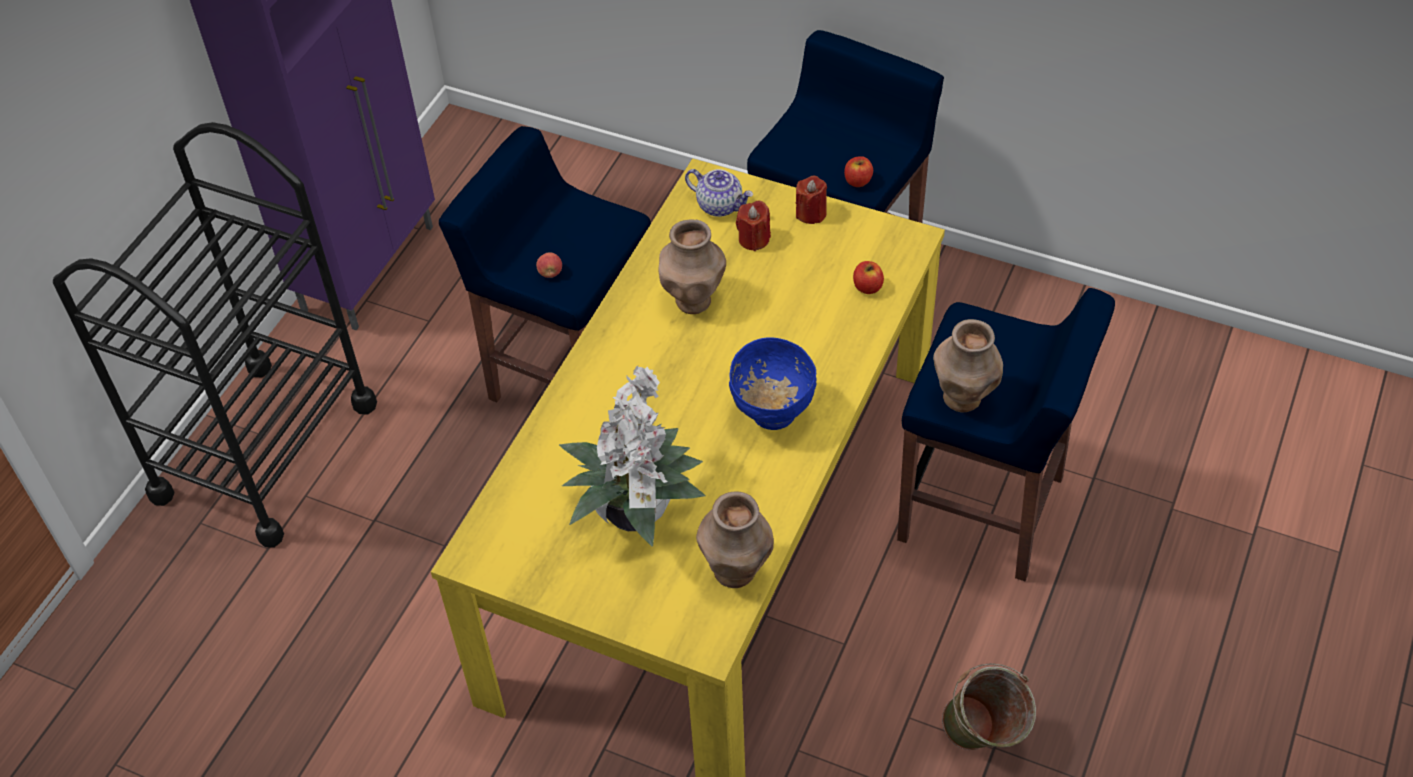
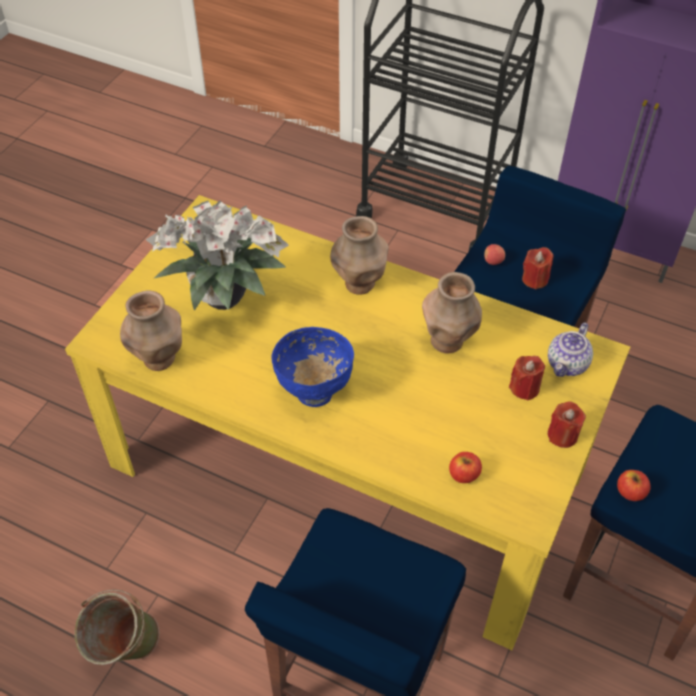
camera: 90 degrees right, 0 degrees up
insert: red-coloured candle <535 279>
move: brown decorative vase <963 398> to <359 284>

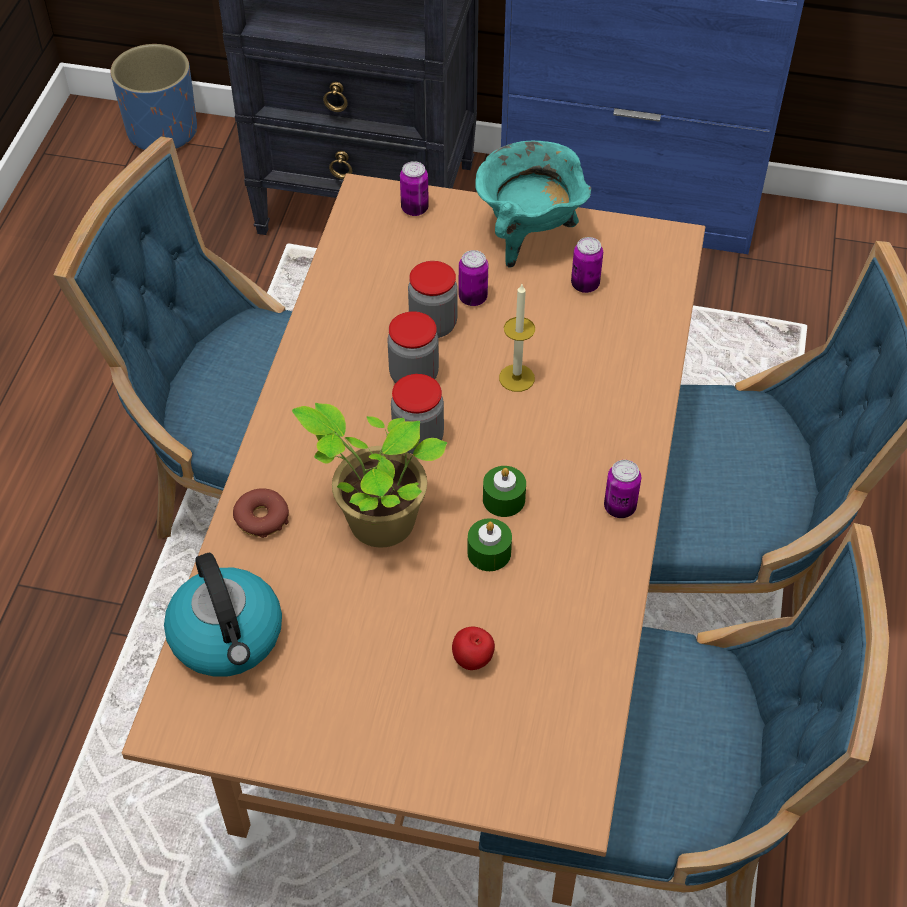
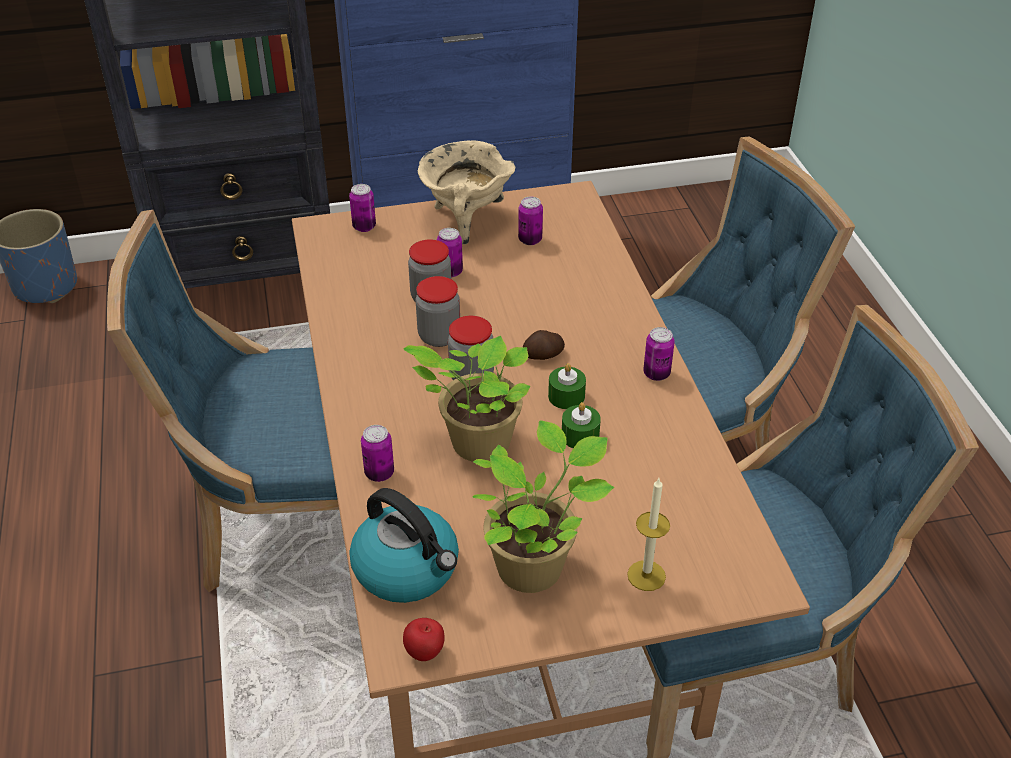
camera: 25 degrees left, 10 degrees down
insert: potted plant <534 566>; spud <543 355>
move: apple <473 660> to <425 652>; candle <516 378> to <646 575>
replace: doughnut <261 518> to sealed can <379 473>
recolor: blue-green stockpot <528 236> to beige-coloured stockpot <466 221>

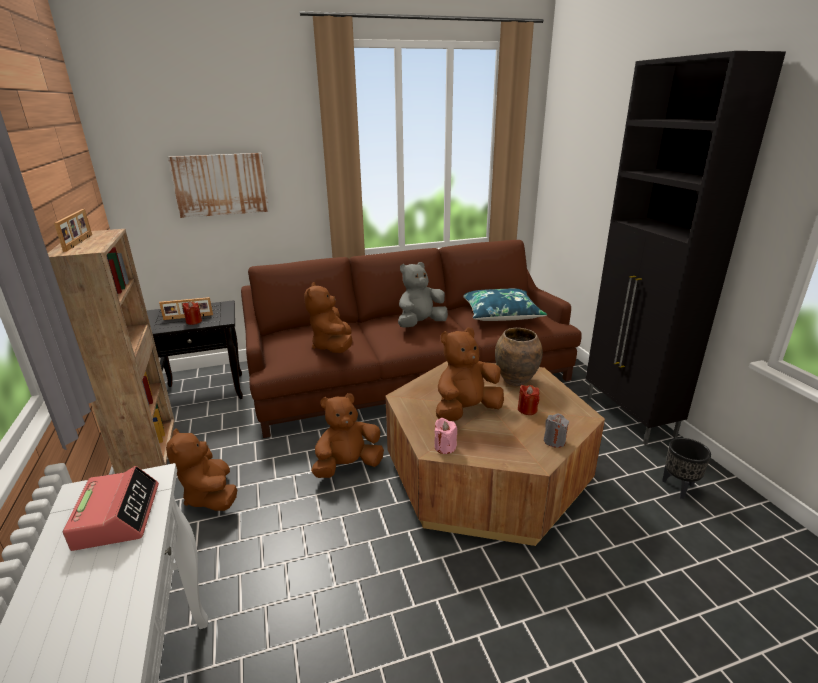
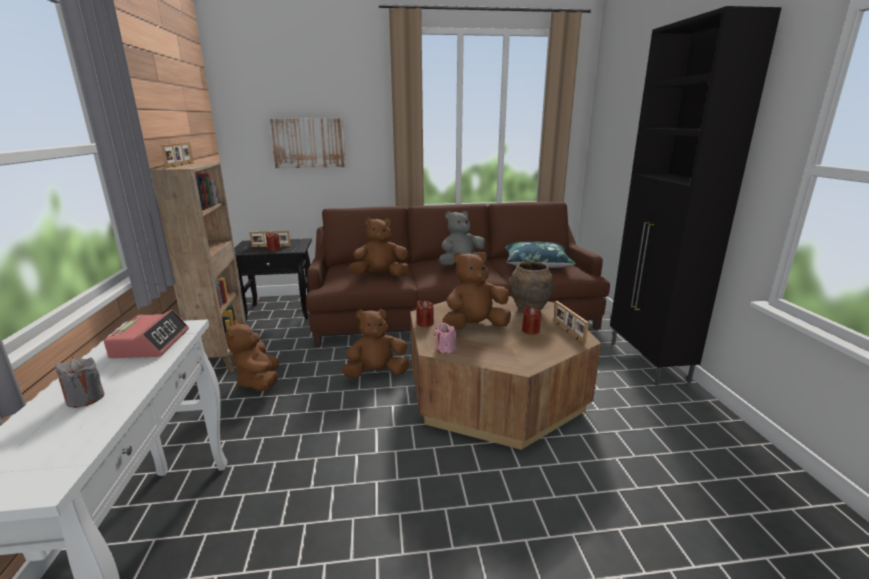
camera: 10 degrees right, 5 degrees down
delete: black-coloured flower pot <679 487>
insert: red-coloured candle <425 323>; picture frame <568 331>
move: gray candle <554 441> to <85 398>
rotate: brown plush toy <333 347> = <380 276> 75 degrees clockwise

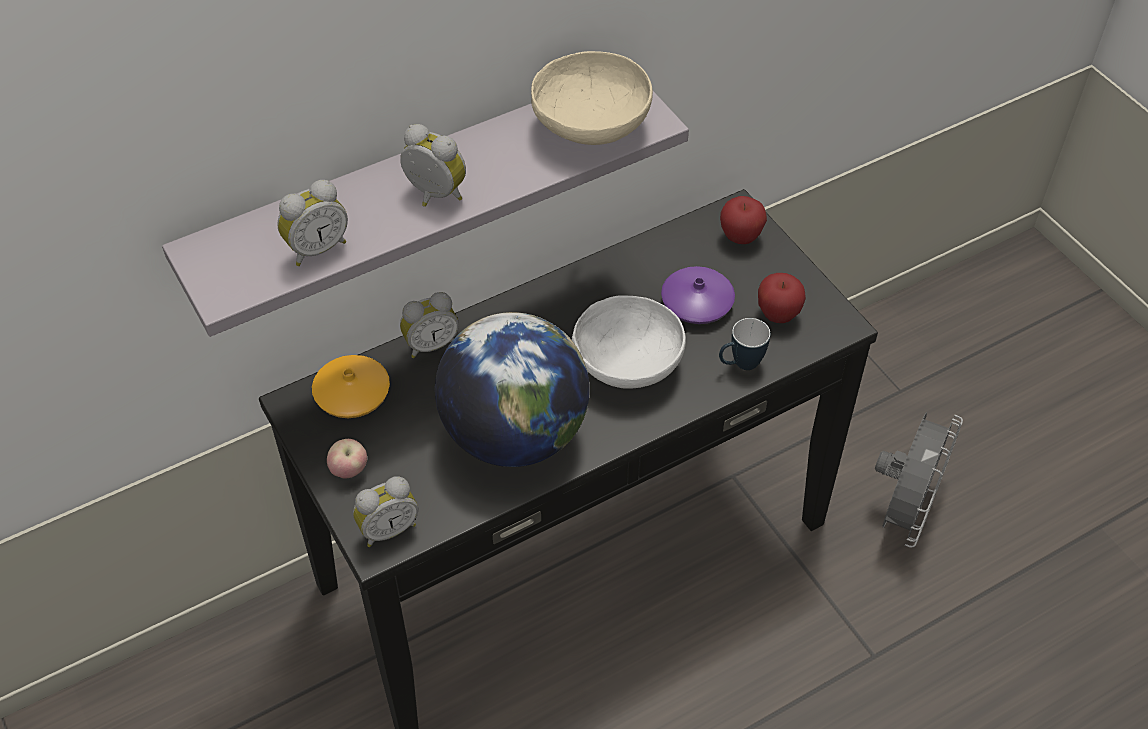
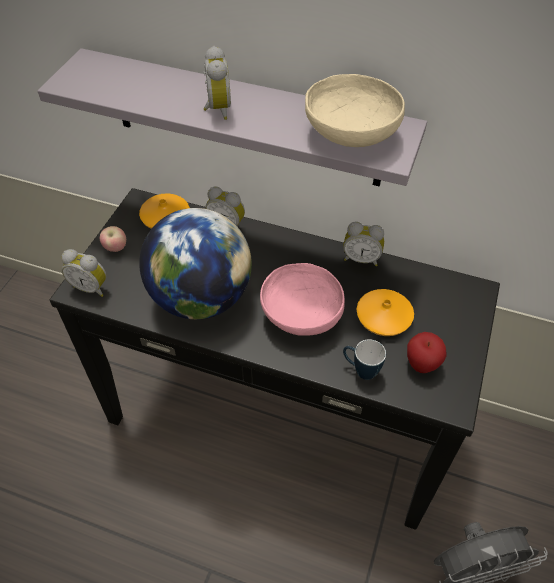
camera: 50 degrees right, 0 degrees up
delete: apple <740 237>
move: alarm clock <316 248> to <361 258>
recolor: white-coloured serving bowl <627 365> to pinkish serving bowl <300 315>; purple-coloured decorative vase <697 303> to orange decorative vase <383 317>

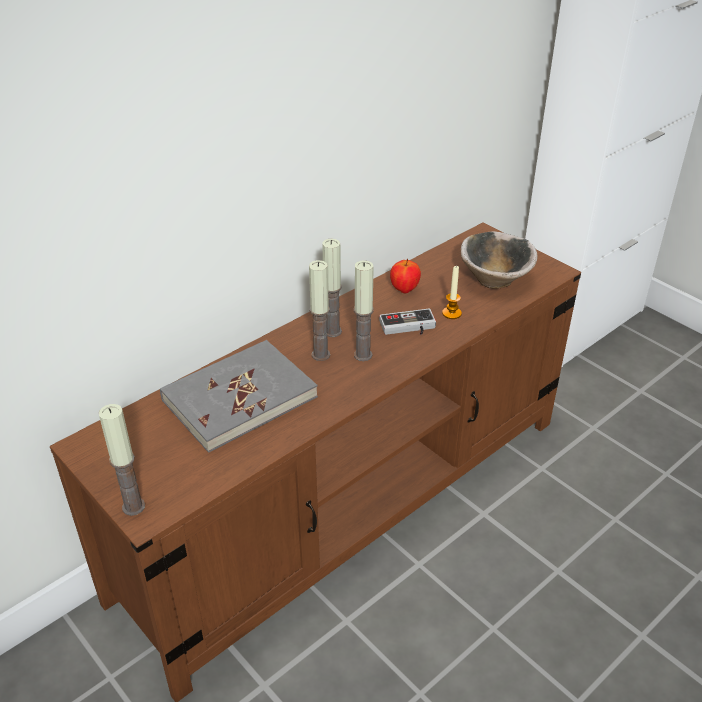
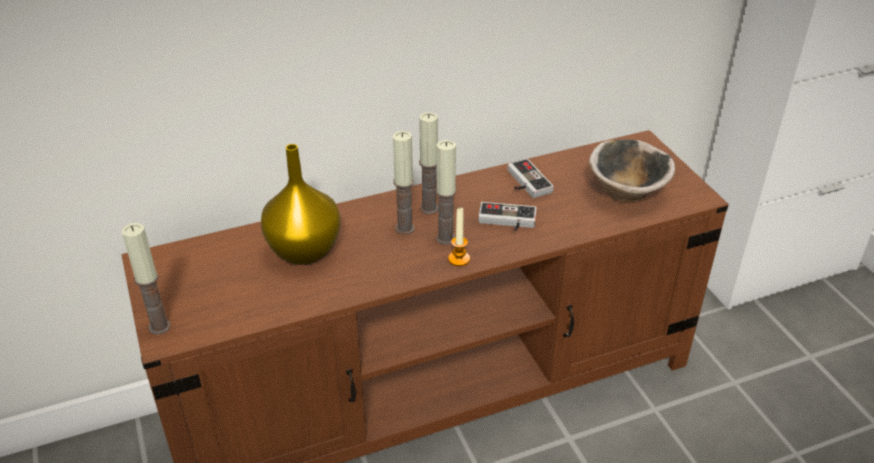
camera: 20 degrees right, 0 degrees up
move: candle <451 313> to <459 259>
replace: gray book <239 398> to yellow-coloured decorative vase <305 251>; apple <404 290> to gamepad <524 182>

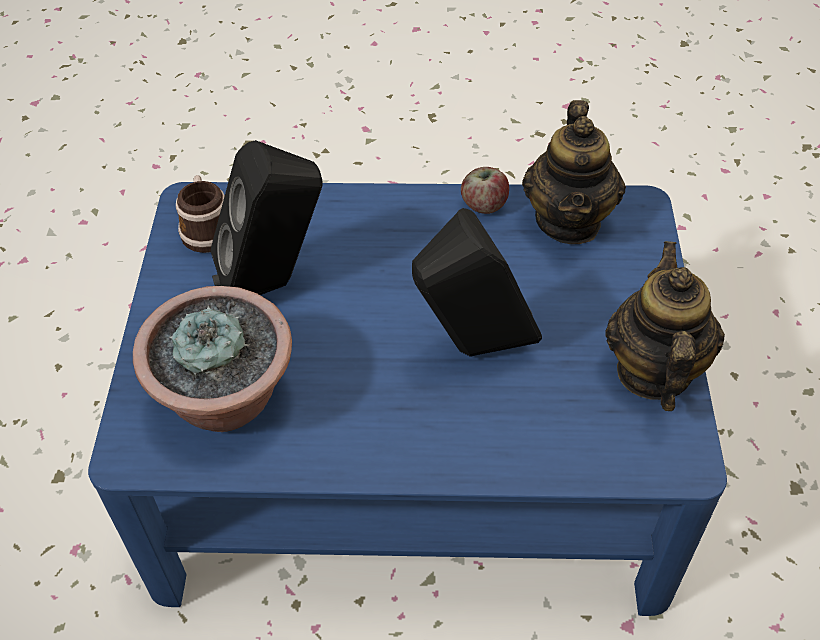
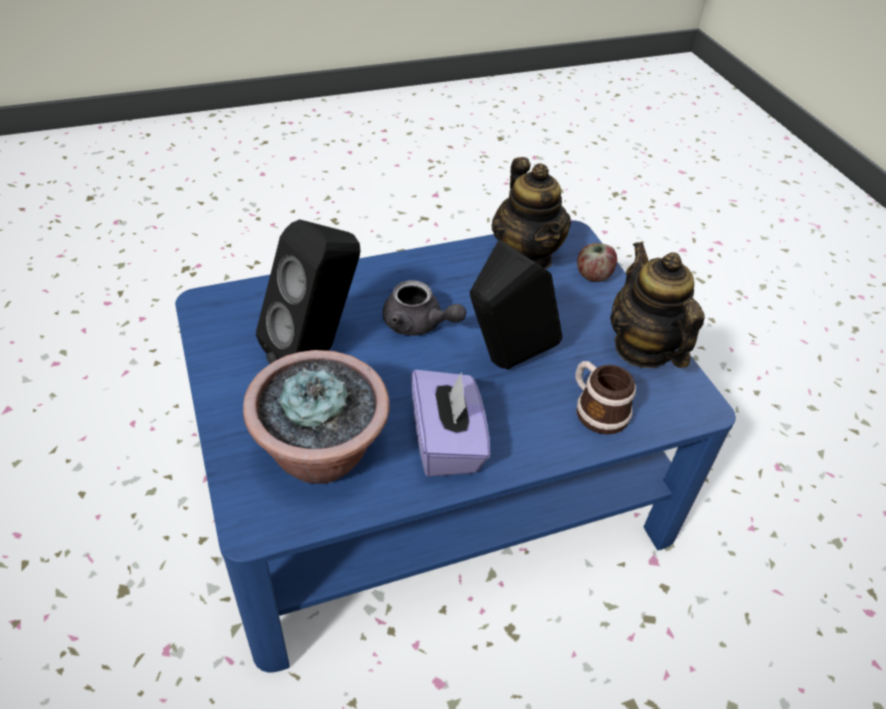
camera: 25 degrees left, 5 degrees down
insert: gray pot for tea <418 325>; purple-coloured tissue holder <447 442>
move: coffee mug <207 228> to <596 409>; apple <484 205> to <593 275>

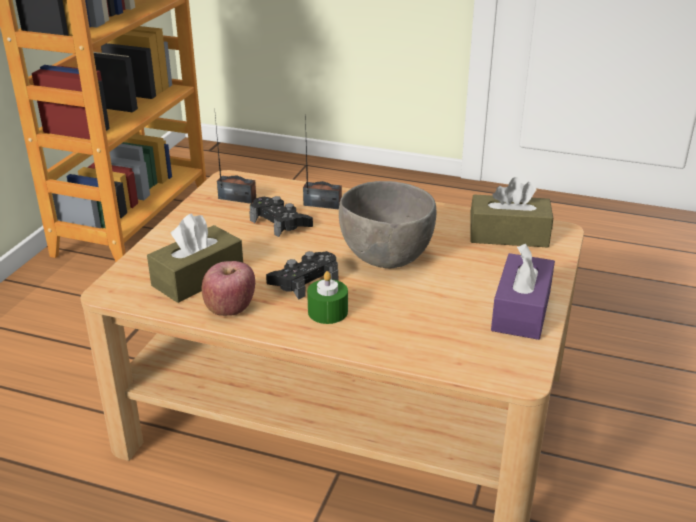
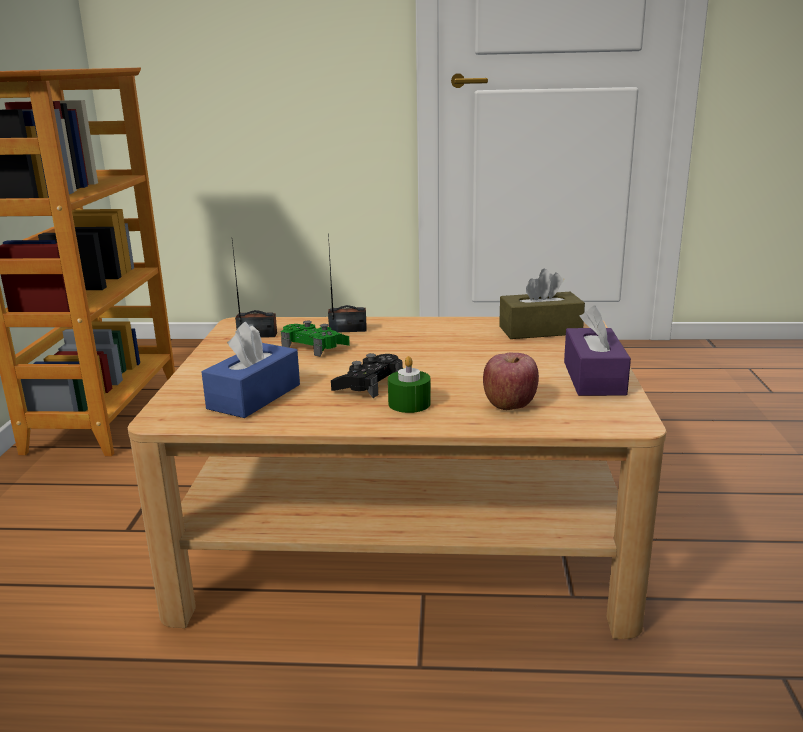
camera: 15 degrees left, 10 degrees down
delete: gray serving bowl <385 257>
move: apple <230 308> to <509 404>
recolor: brown tissue holder <198 278> to blue-coloured tissue holder <254 396>; black-coloured gamepad <280 223> to green gamepad <314 347>

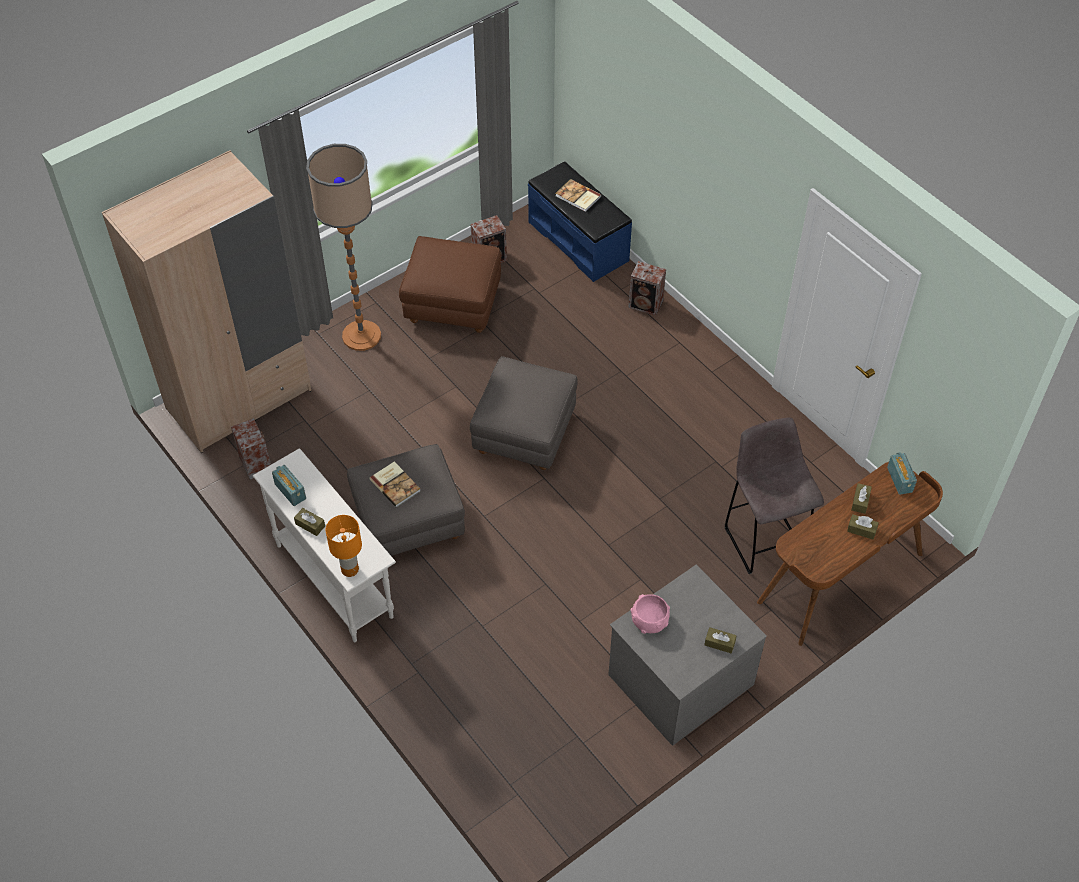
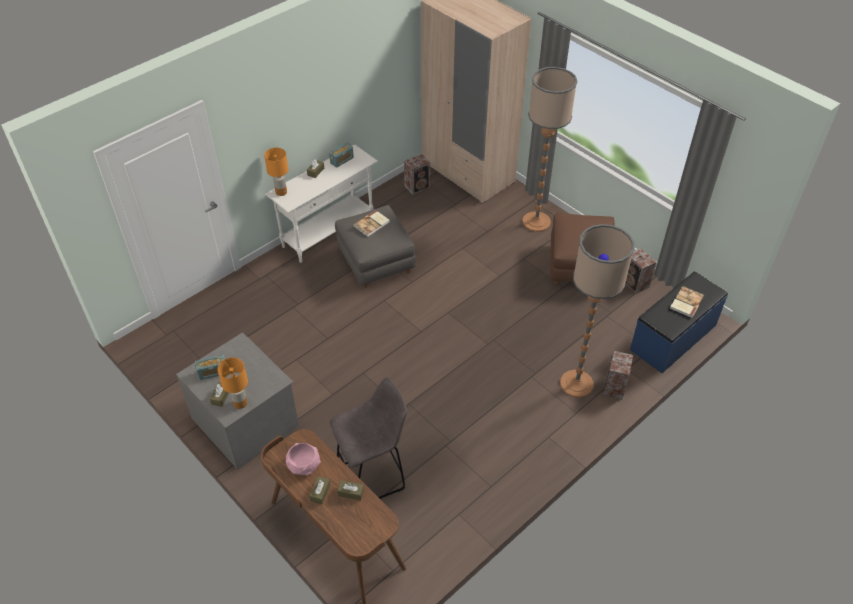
camera: 85 degrees right, 5 degrees down
delete: gray ottoman <525 434>
insert: orange lamp for a table <240 403>; standard lamp <576 384>
move: pinkish serving bowl <649 619> to <303 464>; radio receiver <899 479> to <213 372>

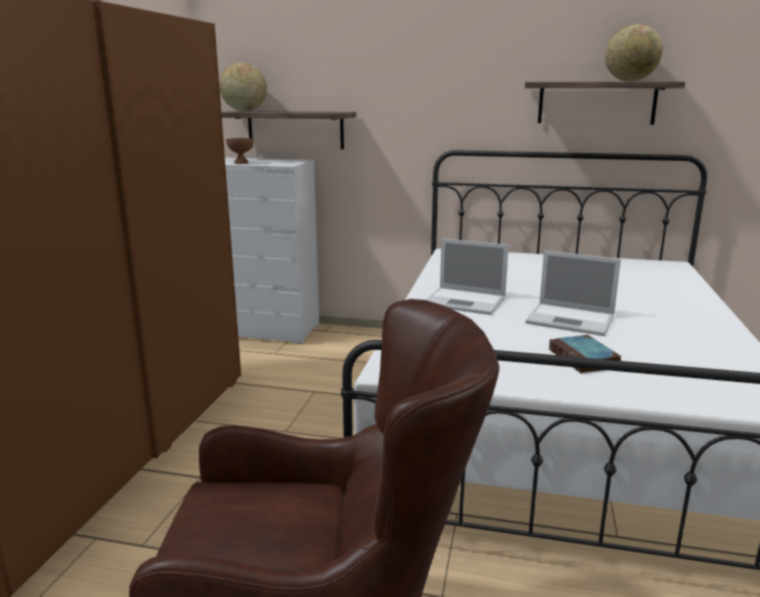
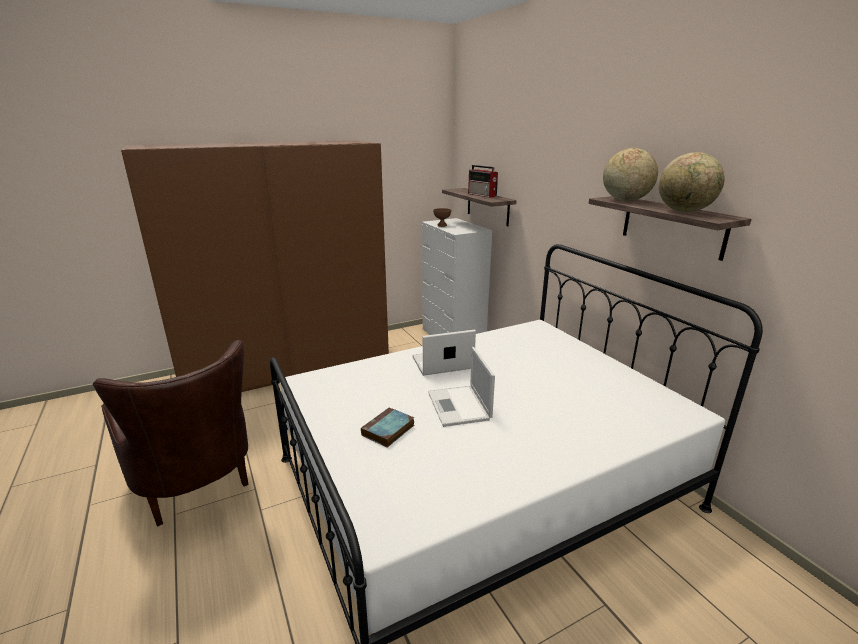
camera: 50 degrees right, 5 degrees up
insert: radio receiver <482 195>
move: globe <244 111> to <625 200>
rotate: portable computer <466 302> = <441 363> 90 degrees clockwise

